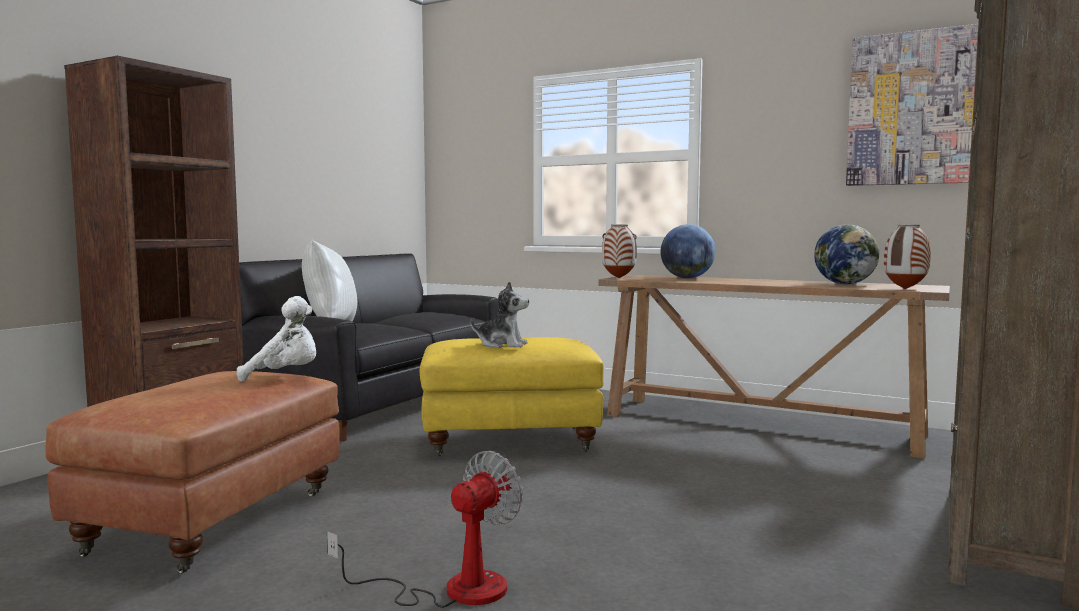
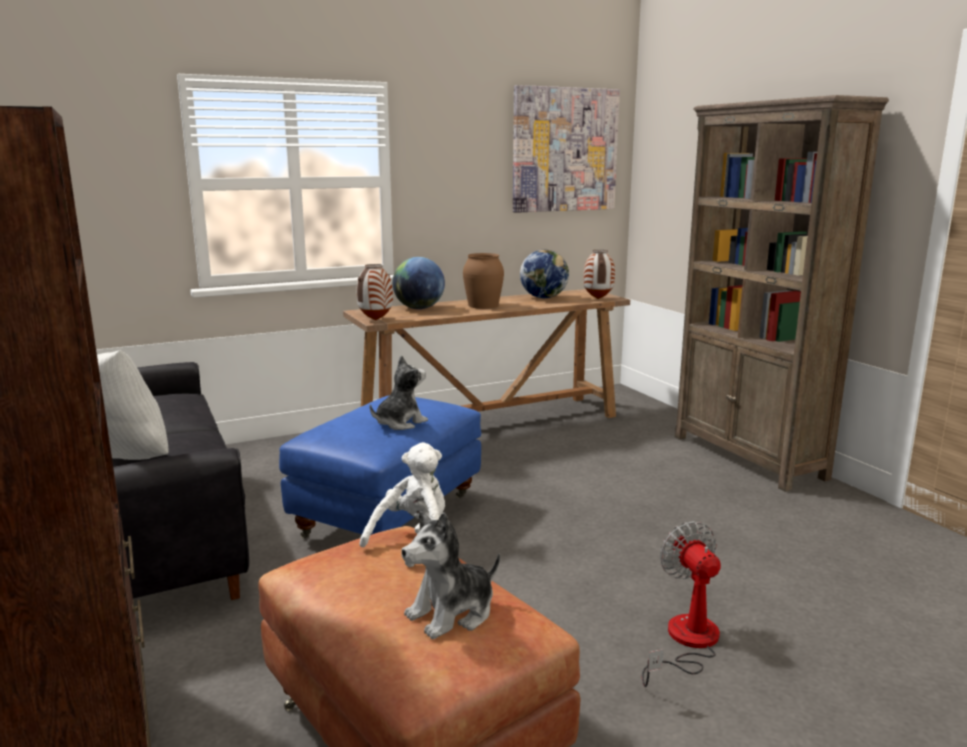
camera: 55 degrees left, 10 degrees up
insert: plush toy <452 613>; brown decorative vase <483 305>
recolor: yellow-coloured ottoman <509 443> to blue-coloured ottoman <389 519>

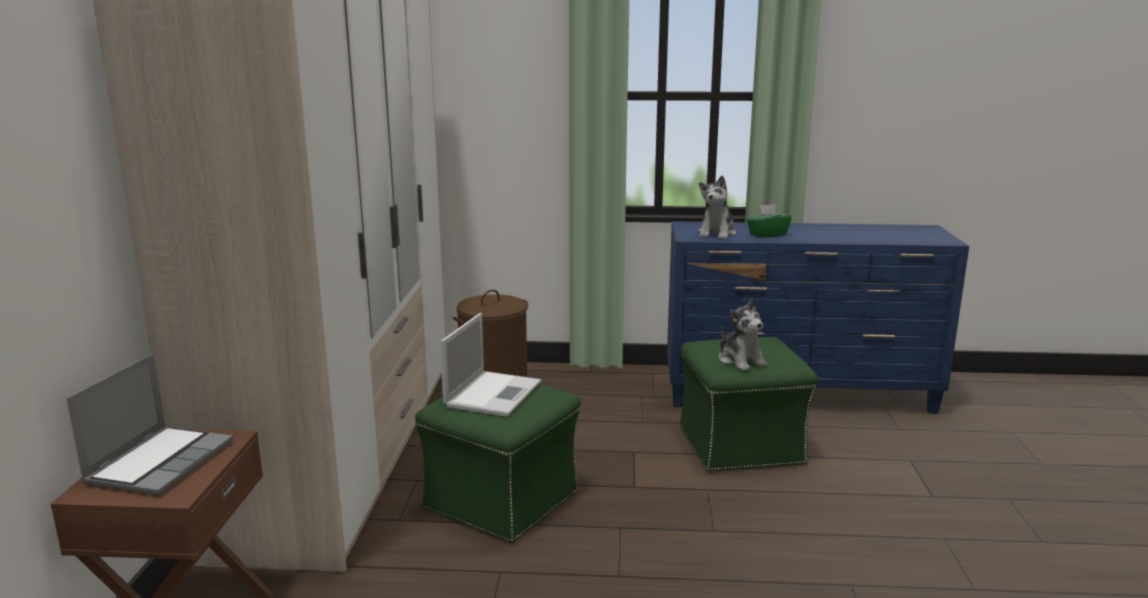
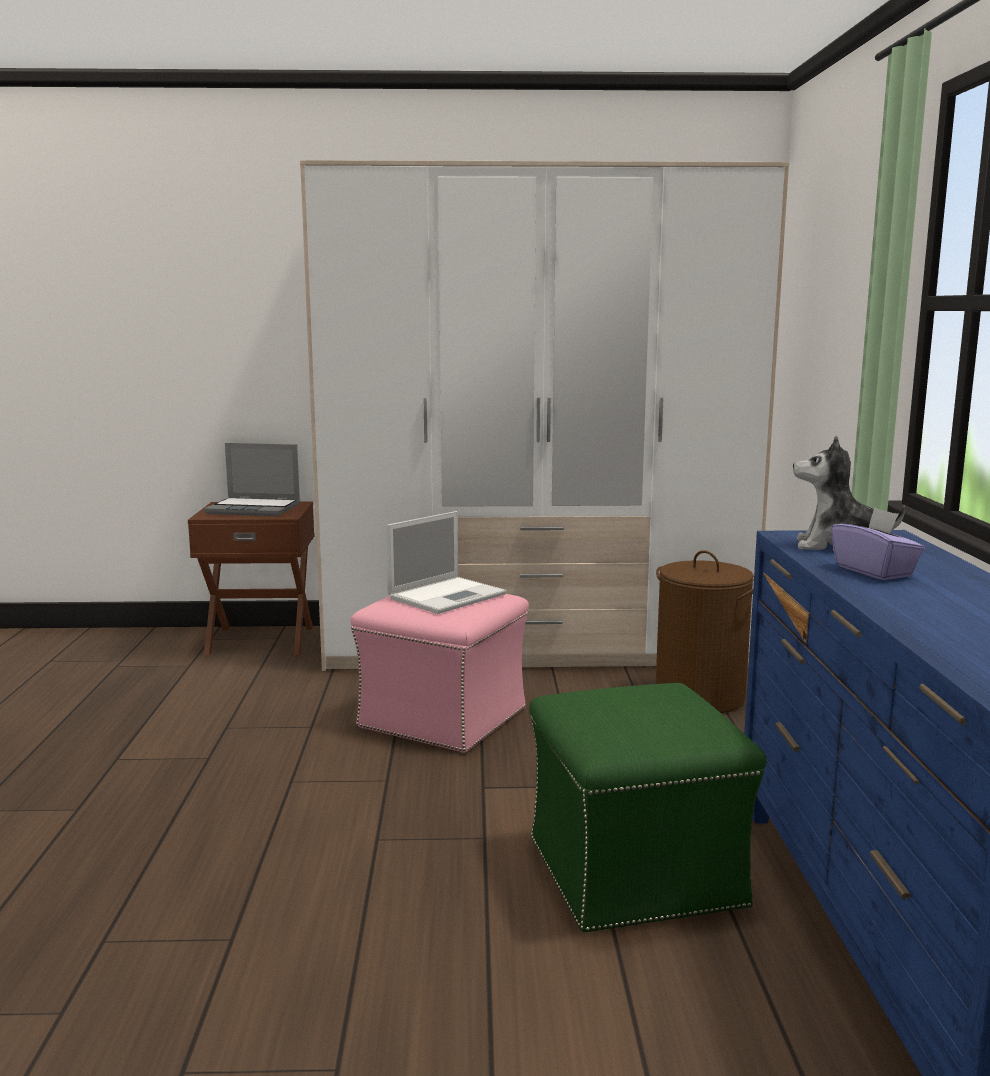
camera: 85 degrees right, 5 degrees down
delete: plush toy <740 360>
recolor: green ottoman <502 499> to pinkish ottoman <444 718>; green tissue holder <767 234> to purple-coloured tissue holder <874 571>
rotate: portable computer <493 393> = <448 595> 60 degrees counterclockwise

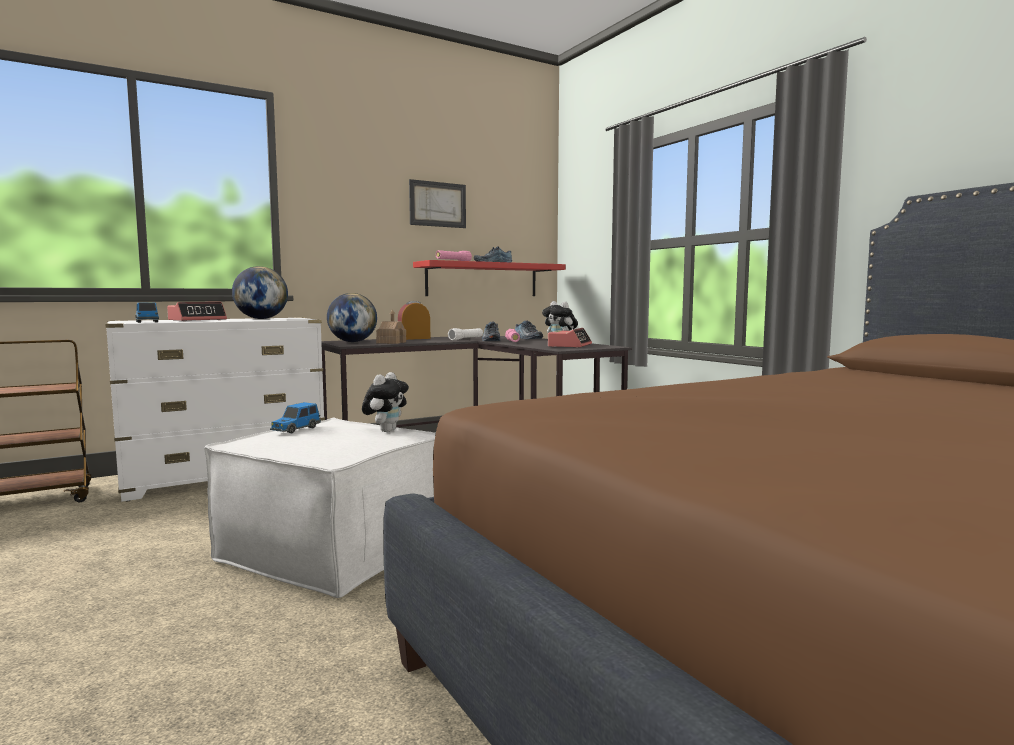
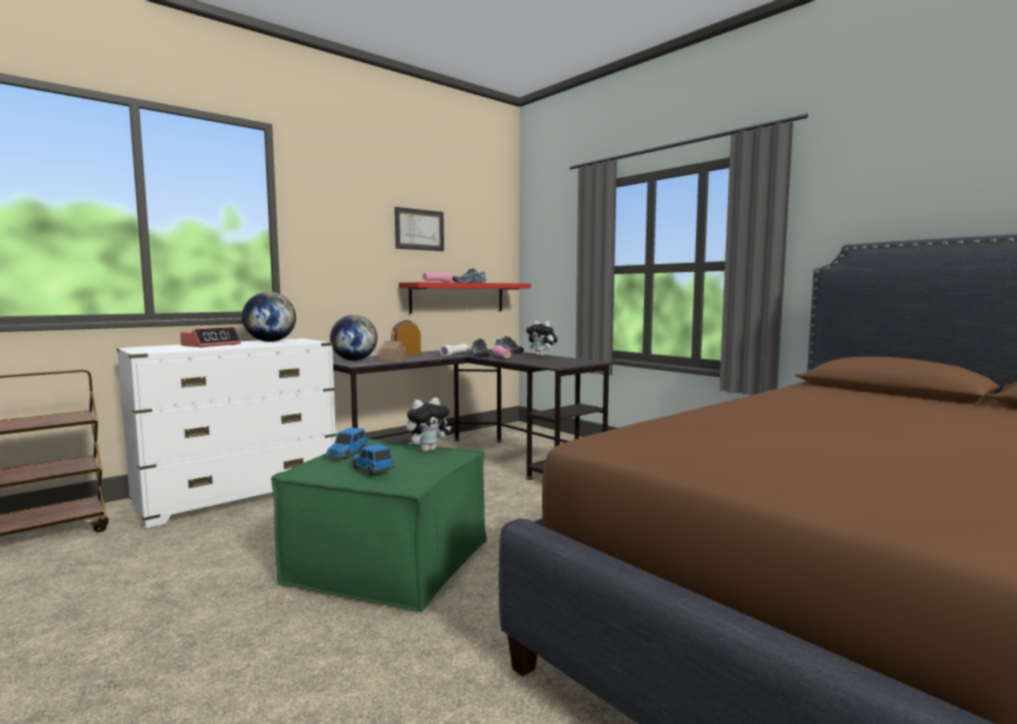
camera: 10 degrees left, 0 degrees up
delete: alarm clock <569 345>
move: model car <147 322> to <371 469>
recolor: white-coloured ottoman <336 547> to green ottoman <389 561>
rotate: plush toy <386 430> = <428 450> 45 degrees clockwise

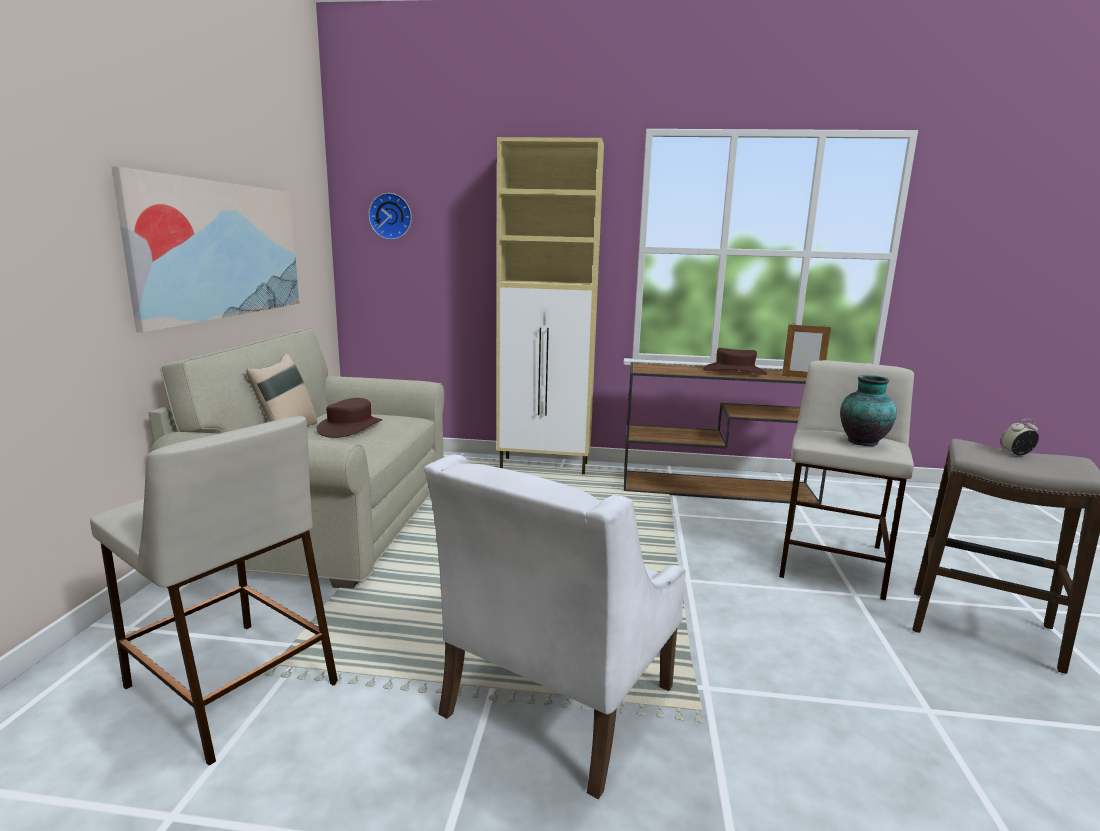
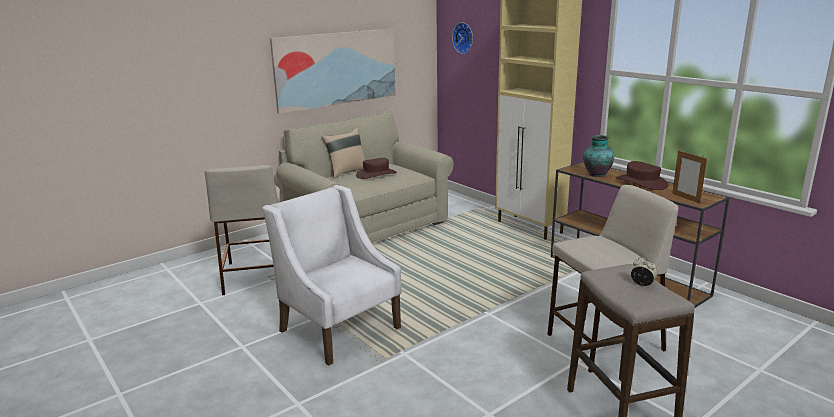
camera: 45 degrees right, 5 degrees up
move: decorative vase <863 442> to <596 174>
rotate: white-coloured easy chair <556 701> = <339 328> 60 degrees clockwise

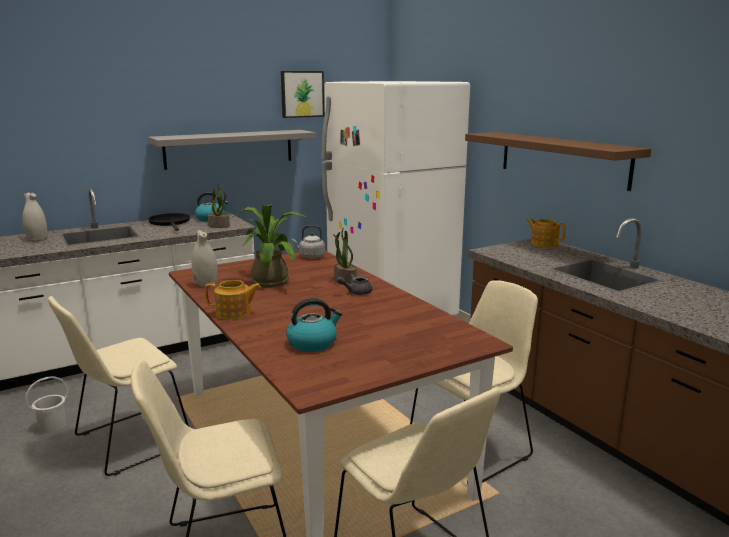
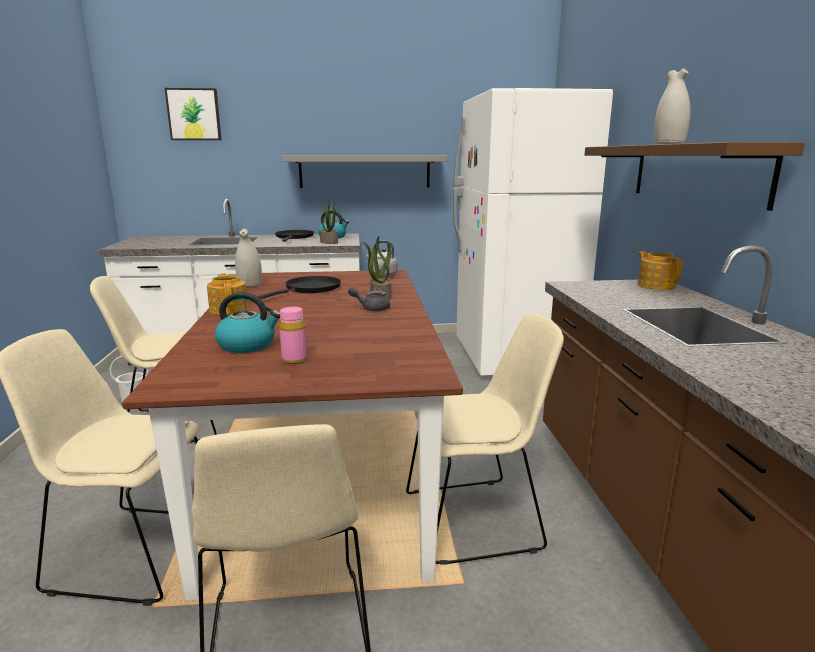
camera: 25 degrees right, 0 degrees up
insert: pinkish drink bottle <294 360>
move: white-coloured decorative vase <37 239> to <668 144>; wall art <302 94> to <194 114>
replace: potted plant <271 280> to black-coloured skillet <310 289>
rotate: pot for tea <234 313> = <229 310> 135 degrees counterclockwise

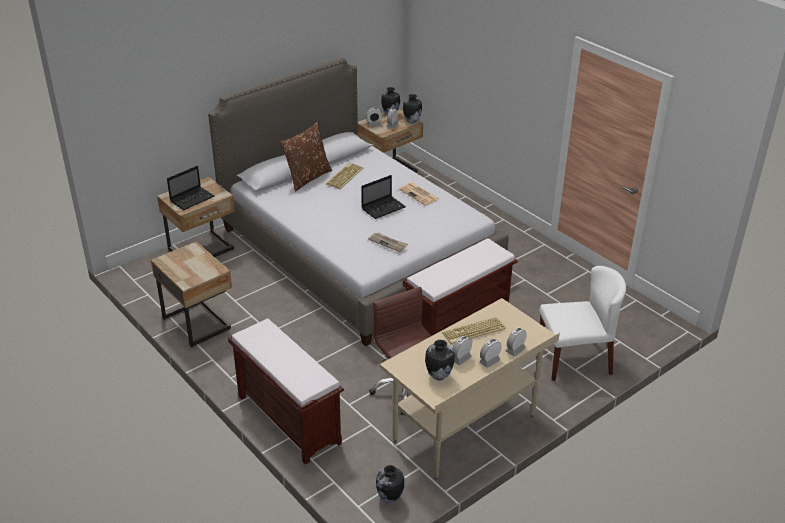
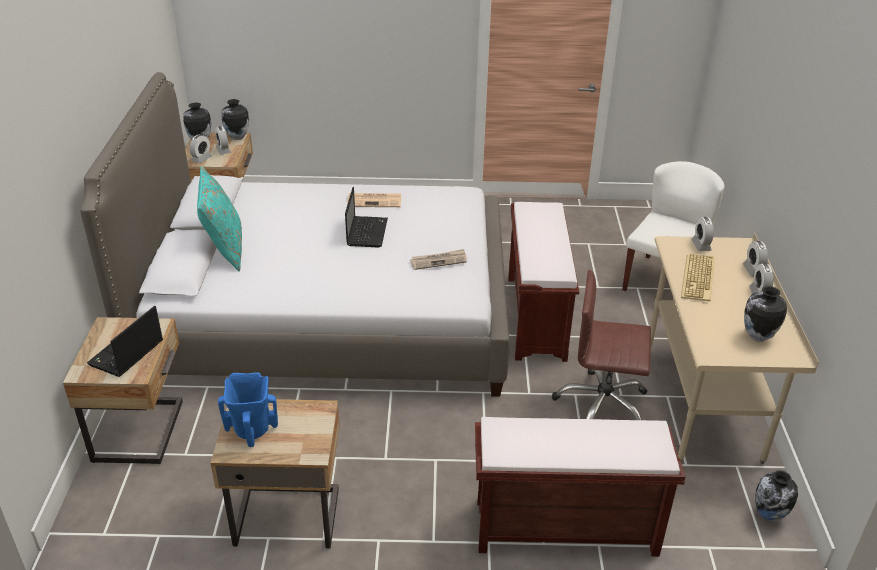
camera: 50 degrees left, 0 degrees up
delete: keyboard <344 176>
insert: blue-coloured decorative vase <251 430>
move: alarm clock <461 358> to <701 245>
recolor: brown pillow <307 177> to blue-green pillow <224 249>
rotate: portable computer <192 198> = <126 354> 150 degrees counterclockwise

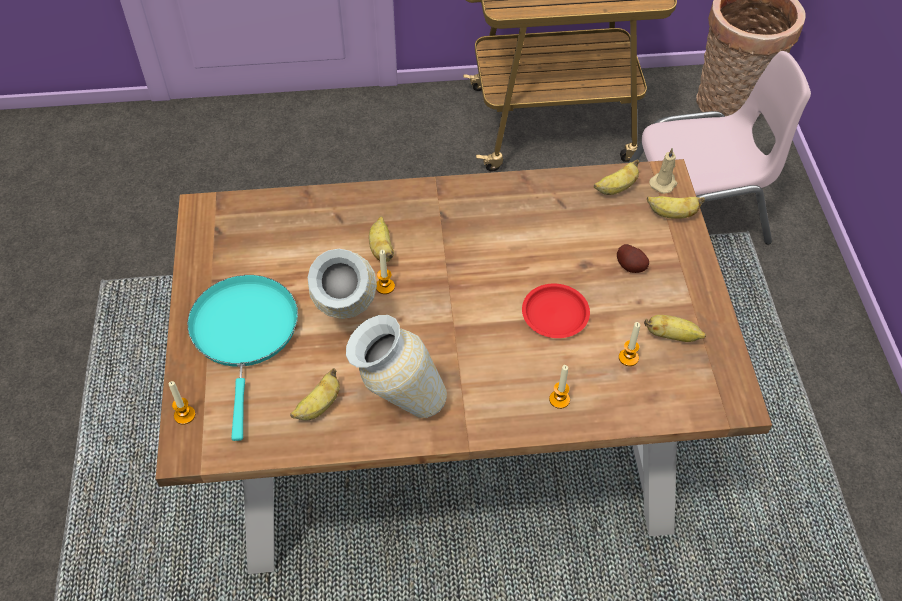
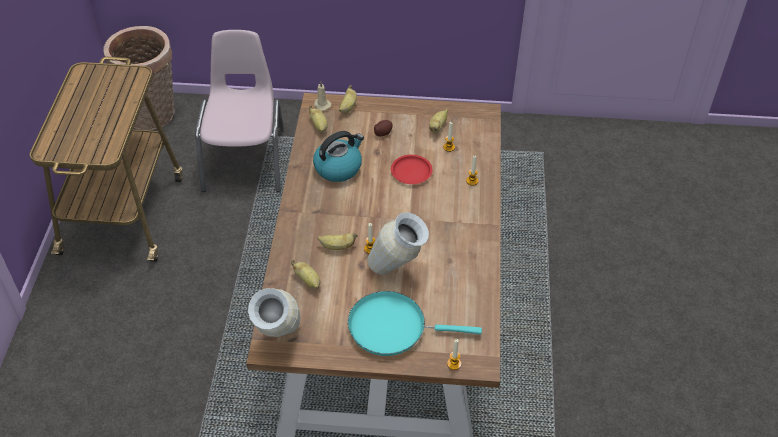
camera: 80 degrees left, 5 degrees down
insert: tea kettle <338 167>
move: banana <318 406> to <308 281>; decorative vase <398 401> to <278 340>

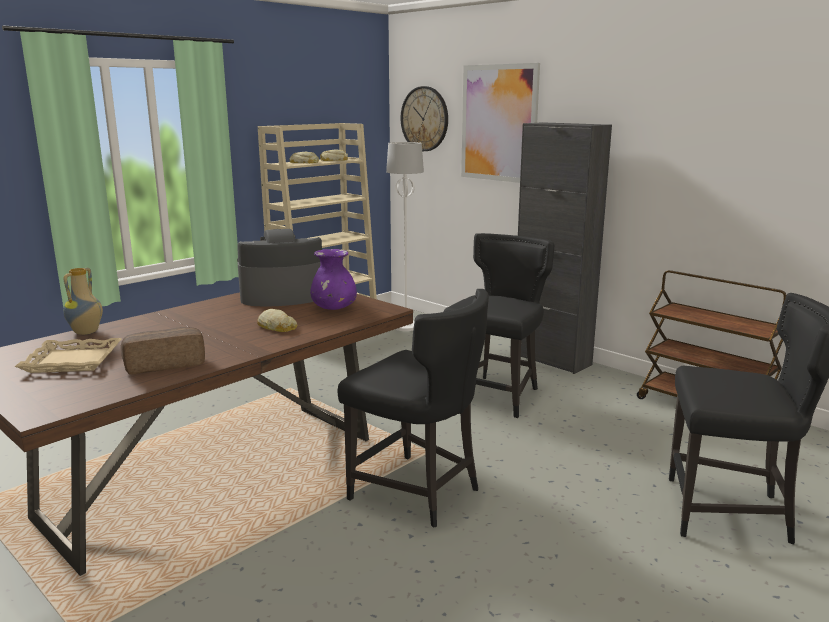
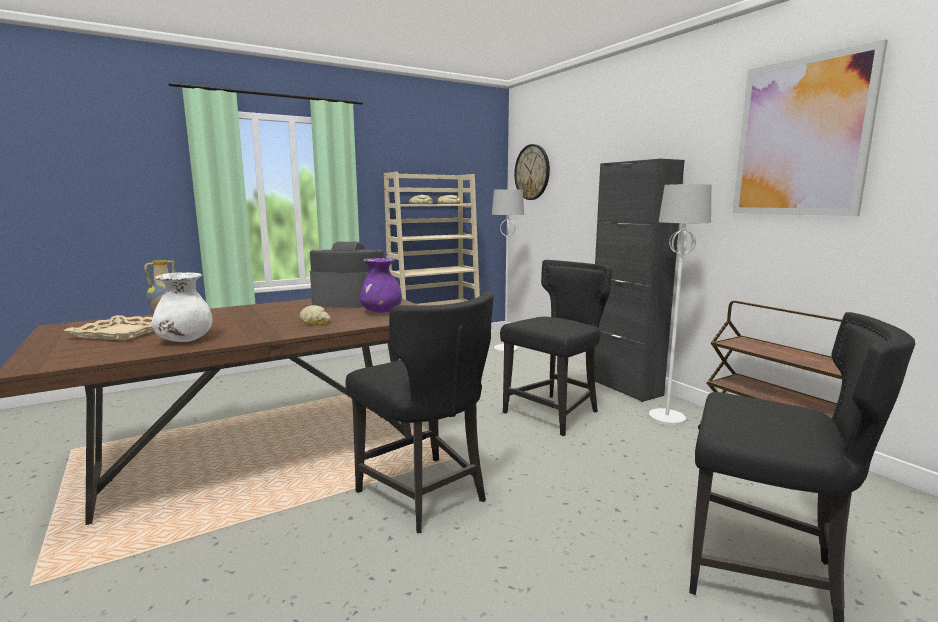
camera: 15 degrees right, 5 degrees down
insert: white-coloured standard lamp <667 418>
move: wall art <499 123> to <801 138>
replace: bakery bread <165 364> to white-coloured decorative vase <185 340>

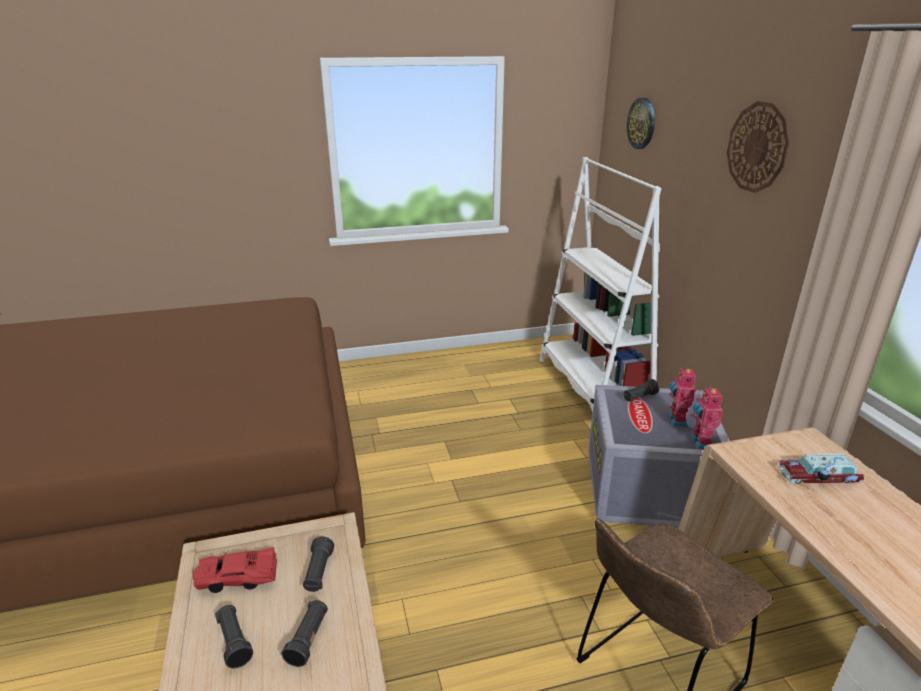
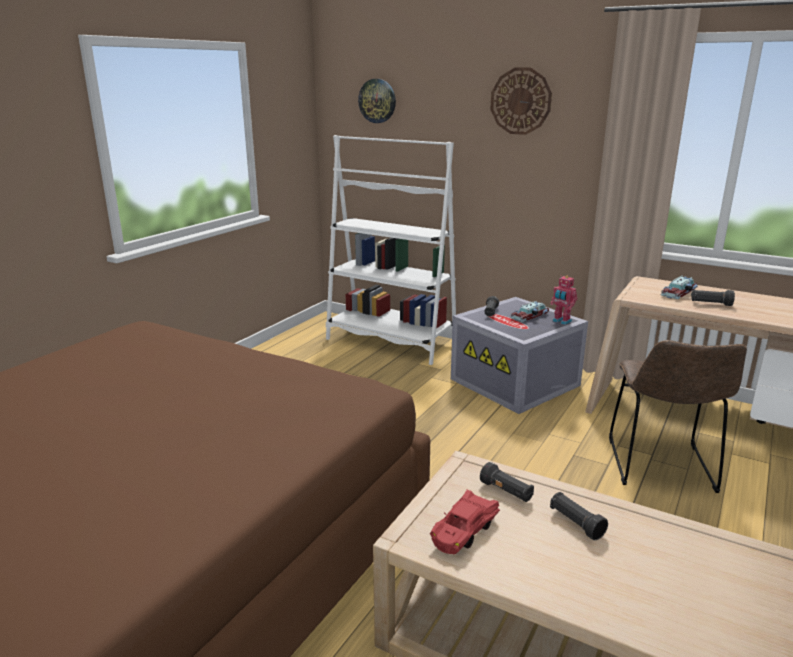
camera: 45 degrees left, 5 degrees down
move: black-coloured hand torch <234 642> to <710 304>
replace: model robot <676 420> to model car <531 316>

